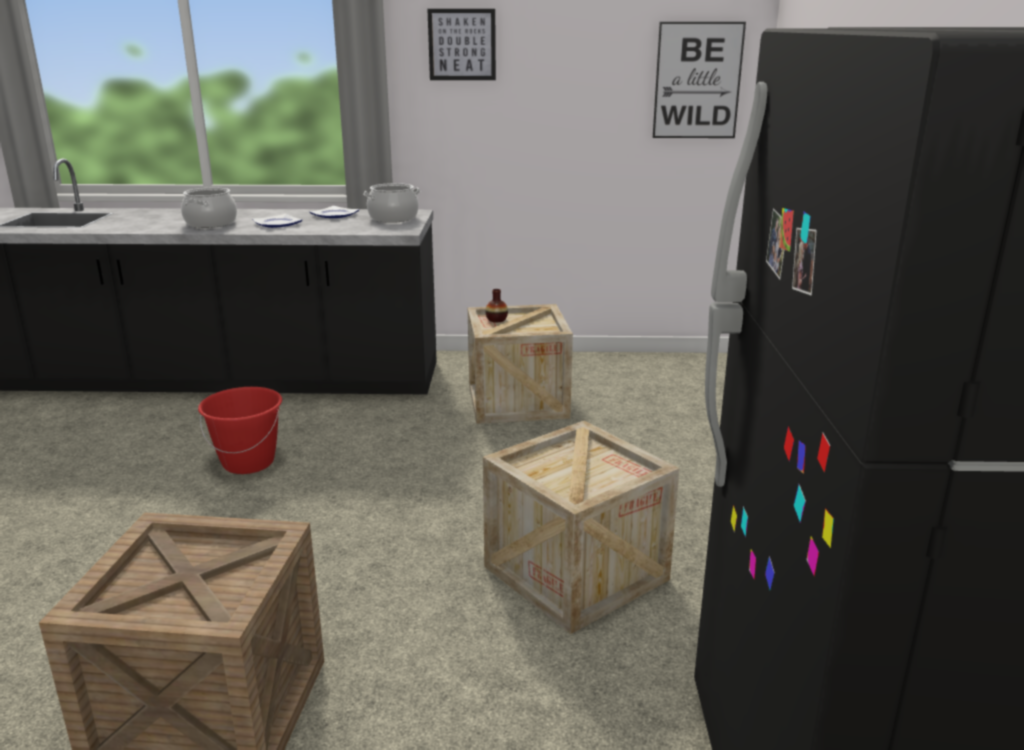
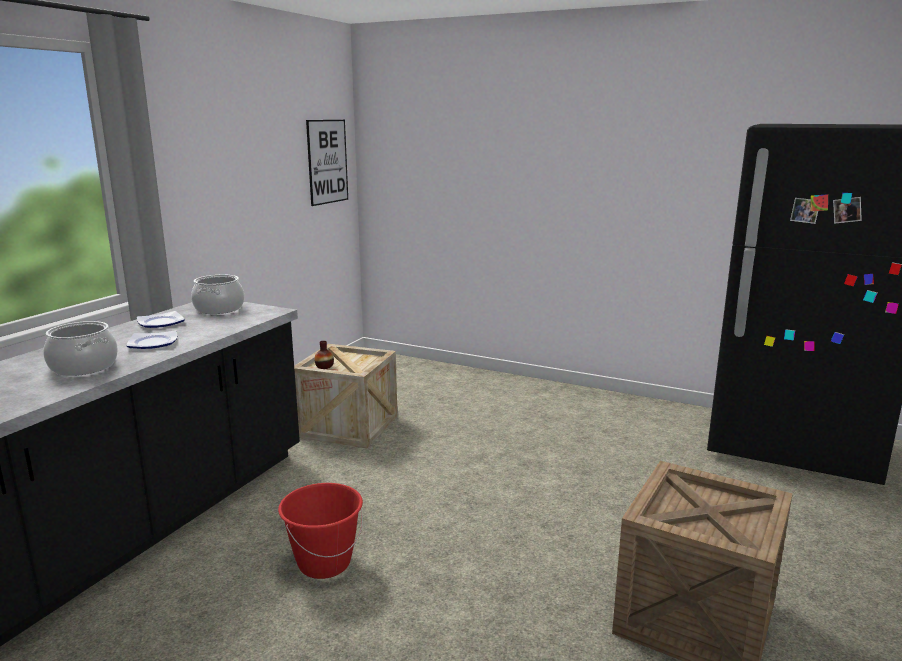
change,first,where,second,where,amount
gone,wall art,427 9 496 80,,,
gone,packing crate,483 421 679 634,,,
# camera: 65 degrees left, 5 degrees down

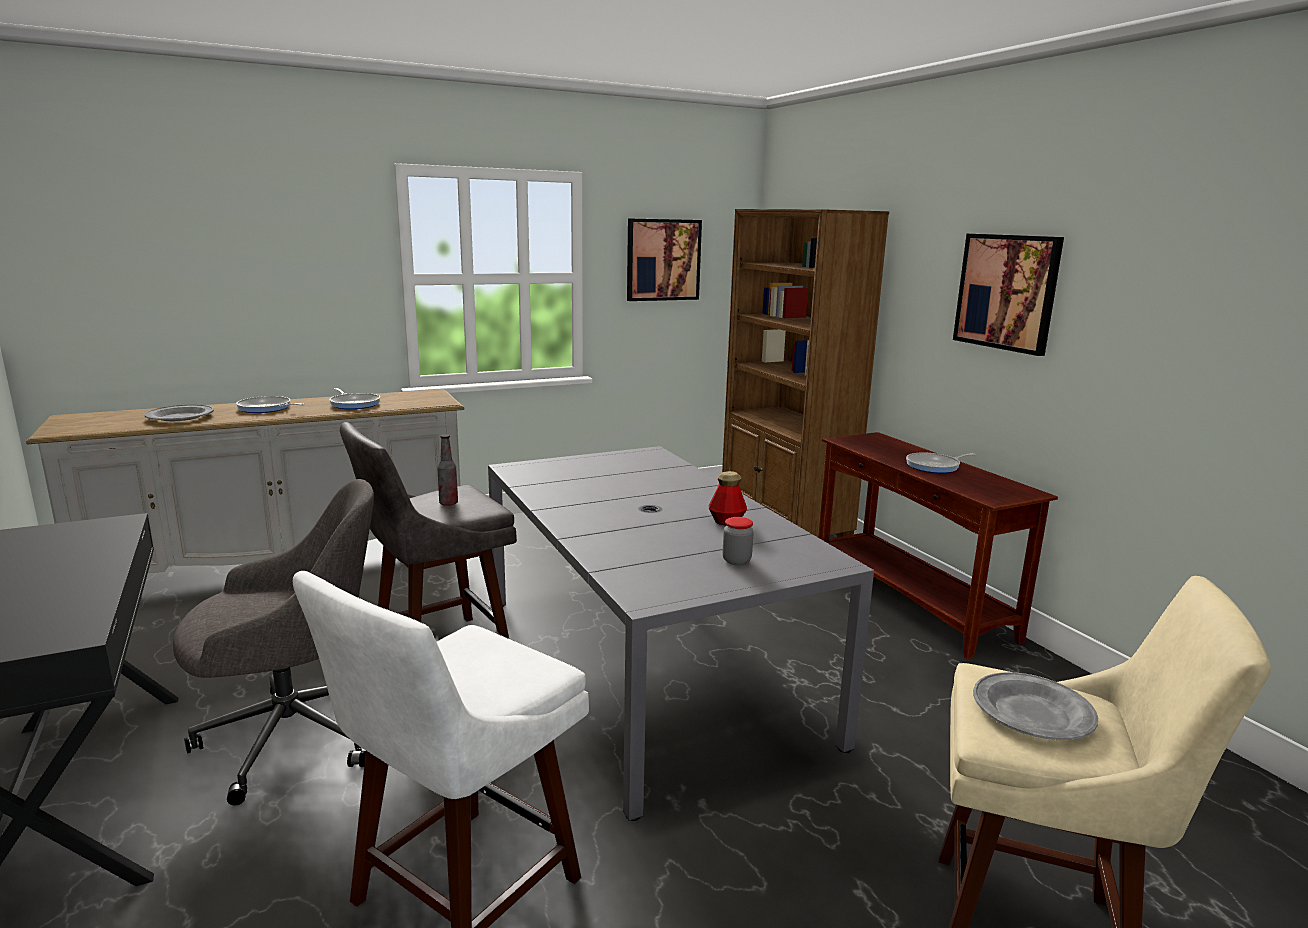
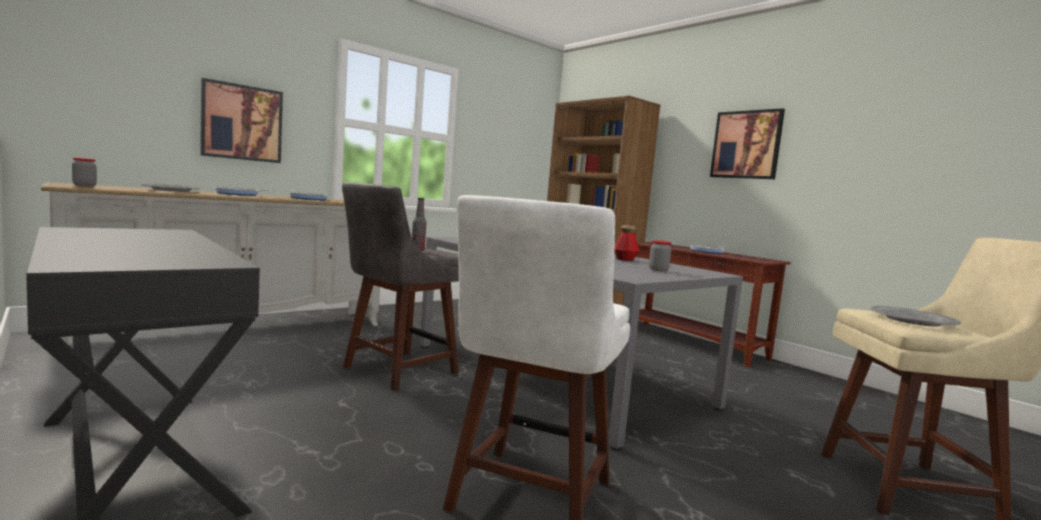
change,first,where,second,where,amount
gone,grey computer chair,173 479 374 805,,,
shifted,wall art,627 218 702 301,,200 78 283 163,
new,,,storage jar,72 157 97 187,
# camera: 15 degrees left, 10 degrees down

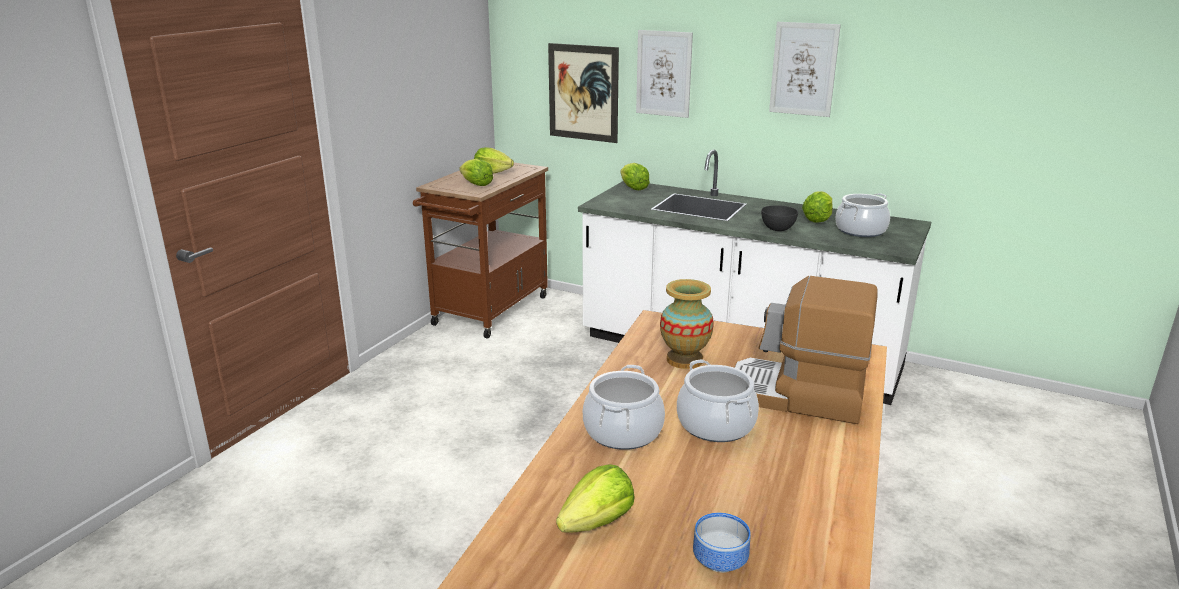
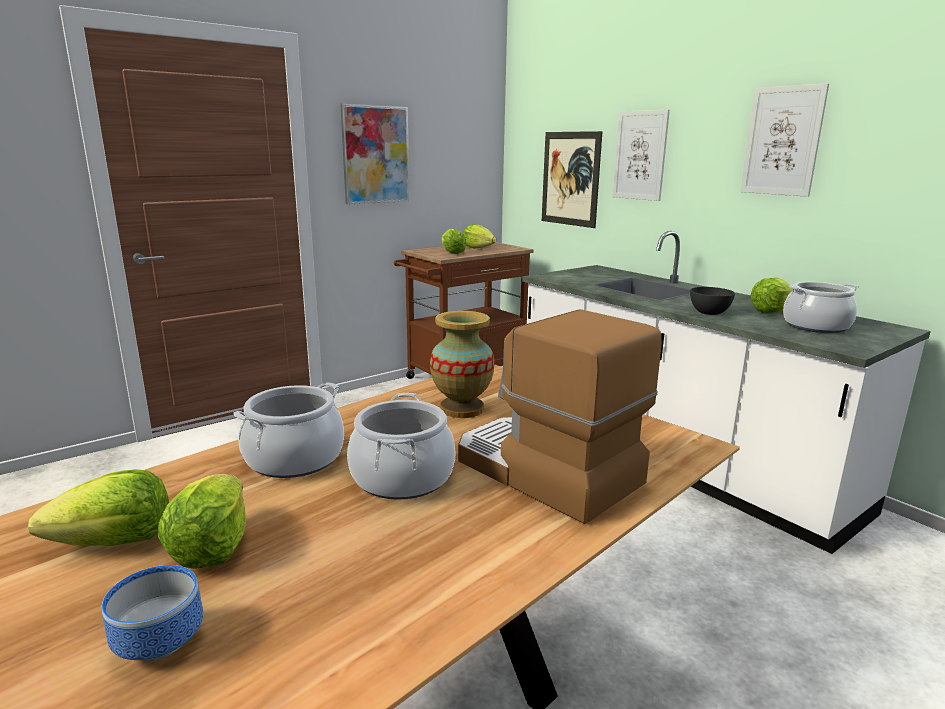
change,first,where,second,where,amount
shifted,lettuce head,620 163 650 190,,158 474 246 569,
new,,,wall art,340 104 410 204,
# camera: 25 degrees right, 5 degrees down

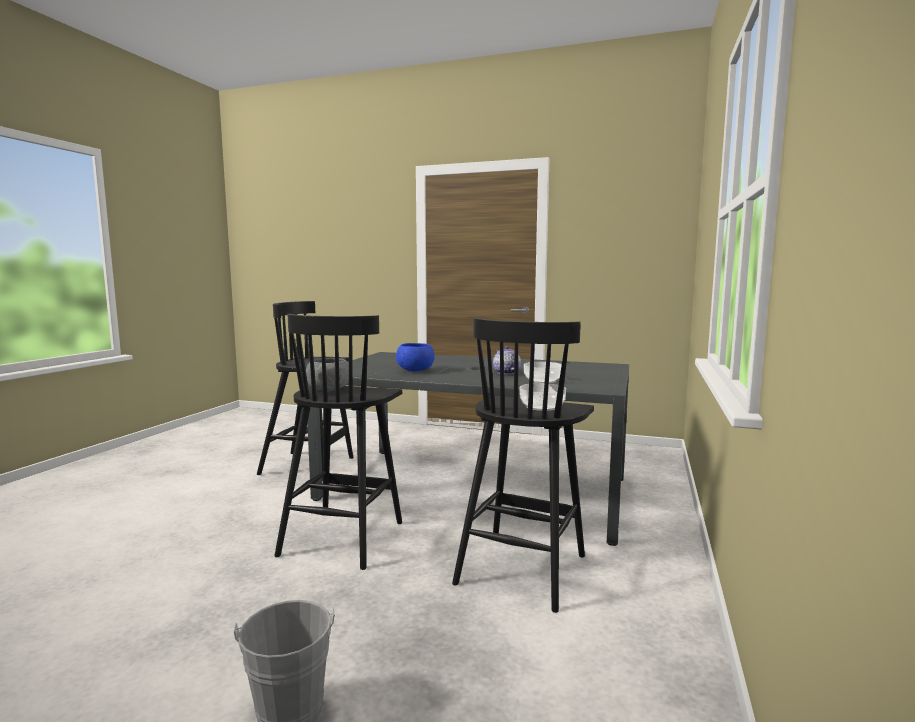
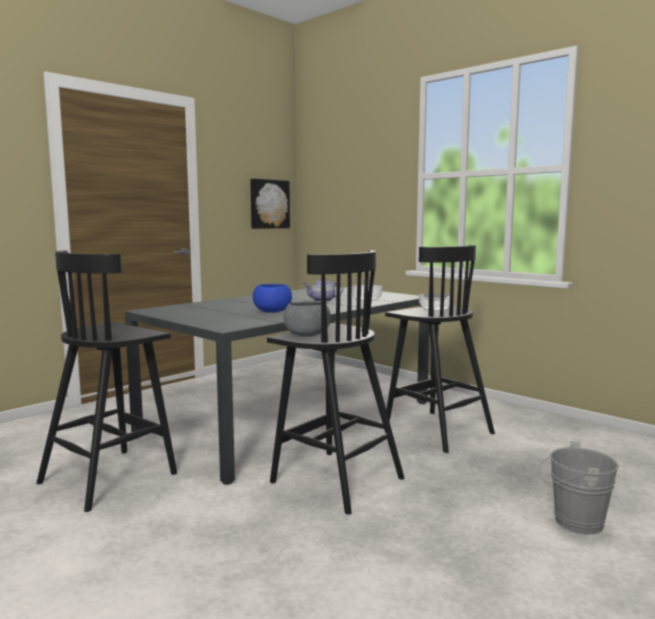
change,first,where,second,where,amount
new,,,wall art,250 179 290 229,
# camera: 65 degrees left, 0 degrees up

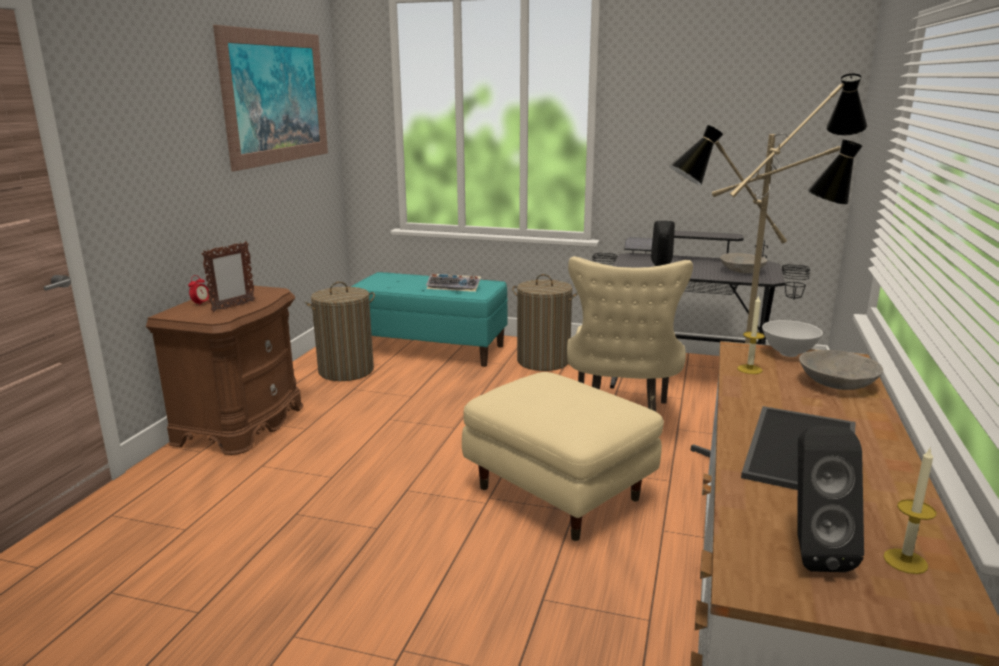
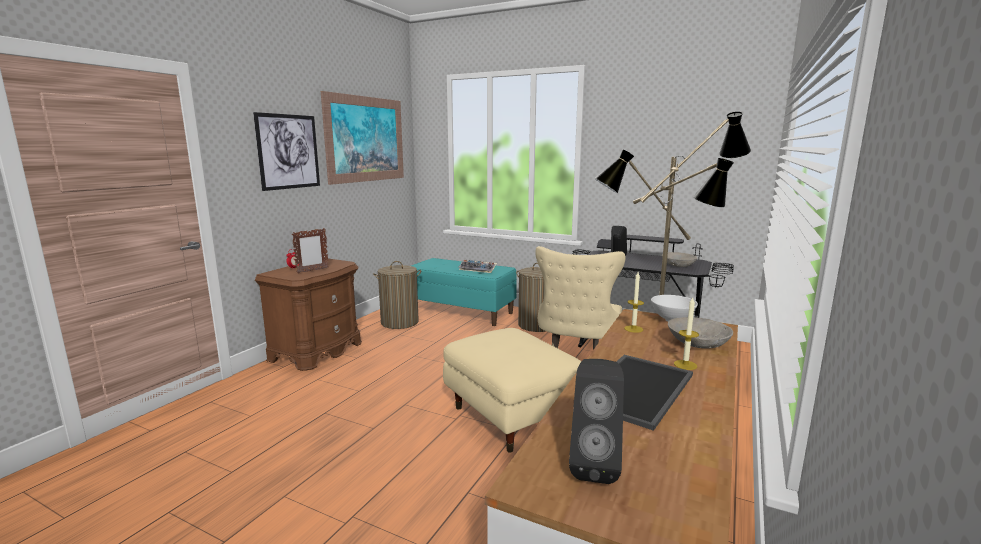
change,first,where,second,where,amount
shifted,wax light,884 447 937 574,,674 298 699 370,
new,,,wall art,253 112 320 191,
# camera: 10 degrees right, 5 degrees down

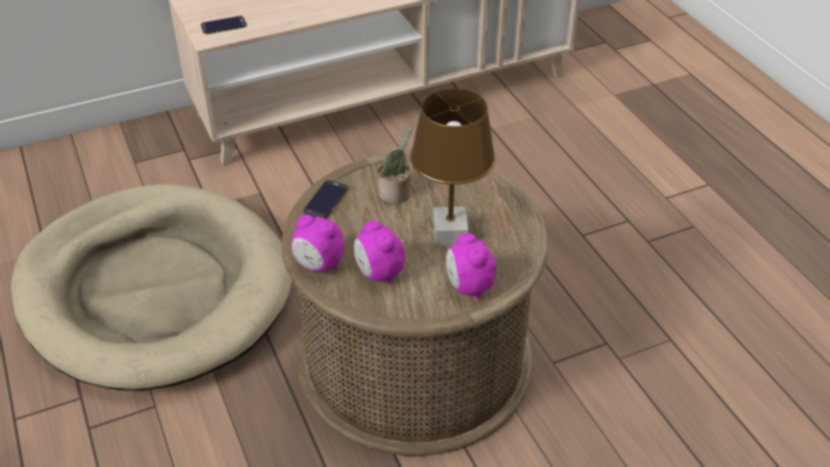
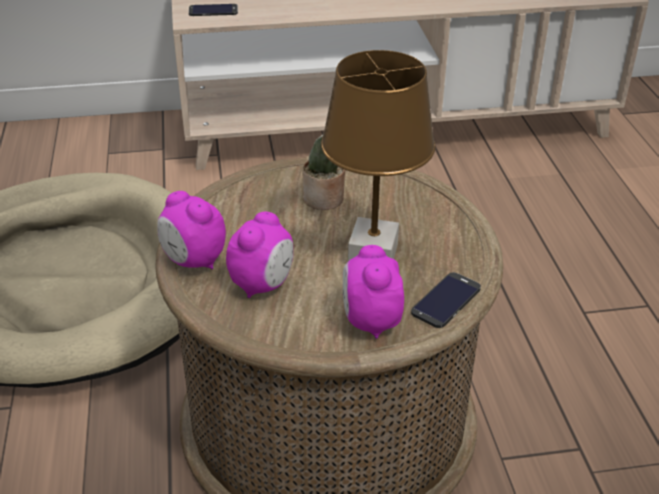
change,first,where,second,where,amount
shifted,phone,303 180 348 219,,411 272 481 328,
rotated,bedside clock,354 221 405 284,,226 212 293 298,135 degrees counterclockwise
# camera: 15 degrees right, 5 degrees down

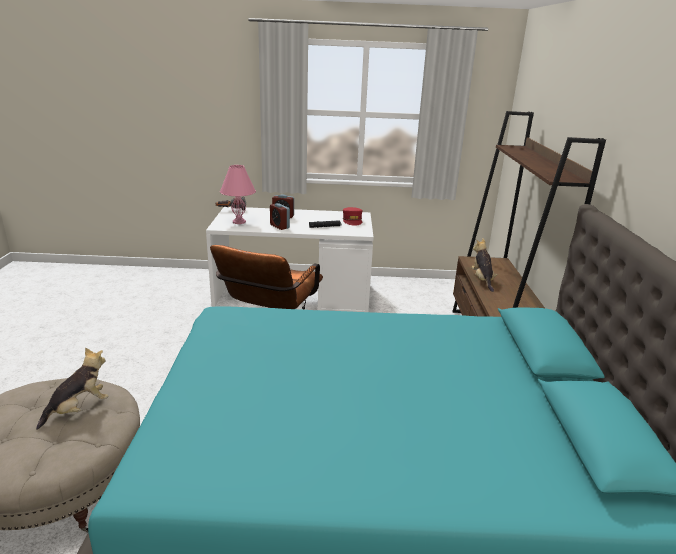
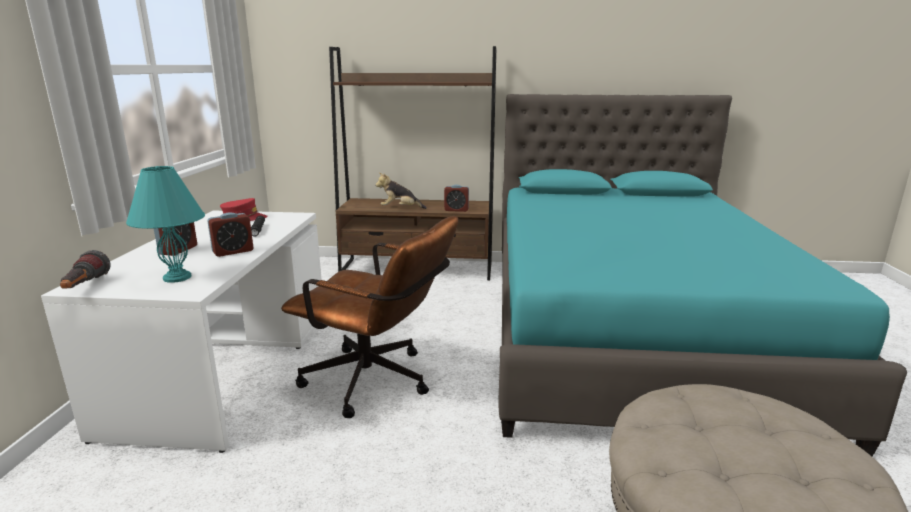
change,first,where,second,where,amount
gone,plush toy,36 347 108 430,,,
repainted,pink-coloured tabletop lamp,220 165 256 224,blue-green tabletop lamp,126 166 205 283,
new,,,bedside clock,444 184 469 212,
# camera: 85 degrees left, 5 degrees down

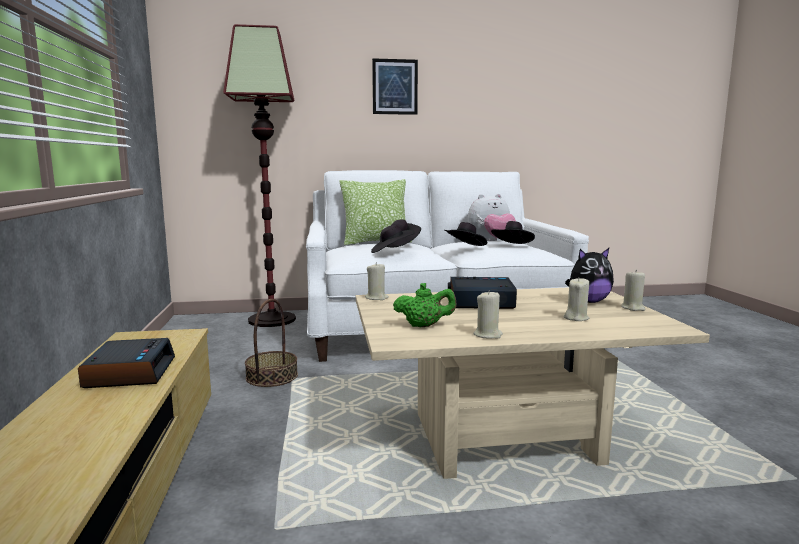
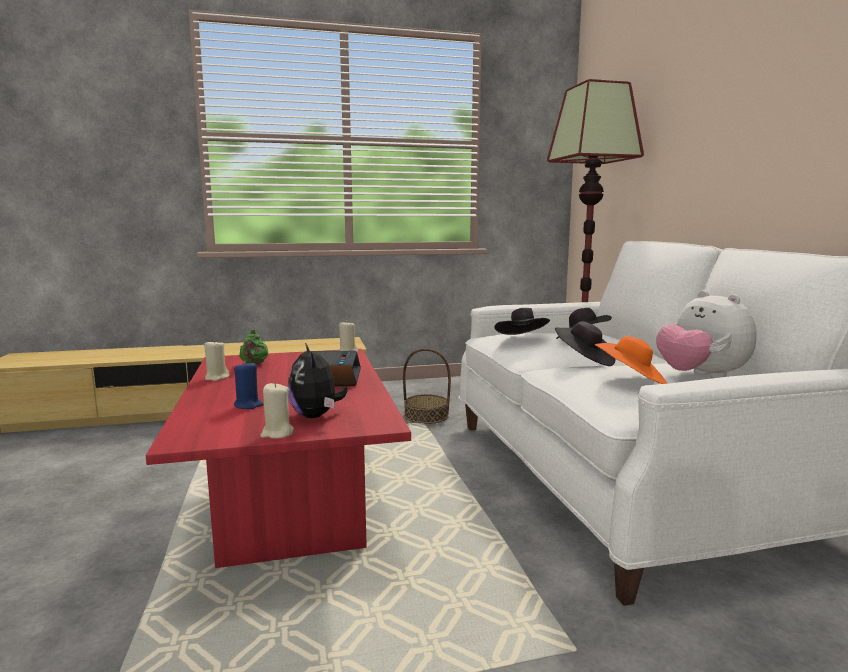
change,first,where,second,where,amount
gone,bedside clock,78 338 175 388,,,
gone,throw pillow,340 179 412 245,,,
repainted,beige lounge table,356 287 710 479,red lounge table,146 349 411 568,
gone,wall art,372 58 418 115,,,
repainted,black-coloured wearable hat,491 221 535 244,orange-coloured wearable hat,594 336 667 384,
repainted,beige wax light,564 277 589 321,blue-coloured wax light,234 361 263 409,
# camera: 85 degrees right, 0 degrees up

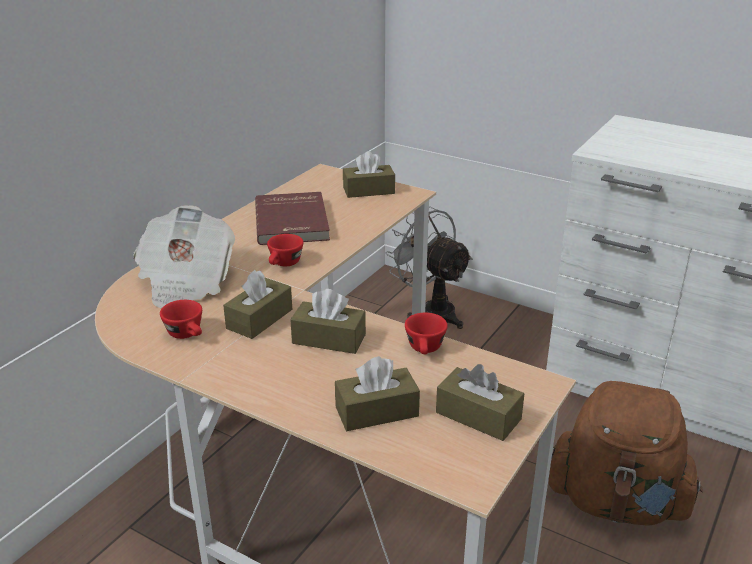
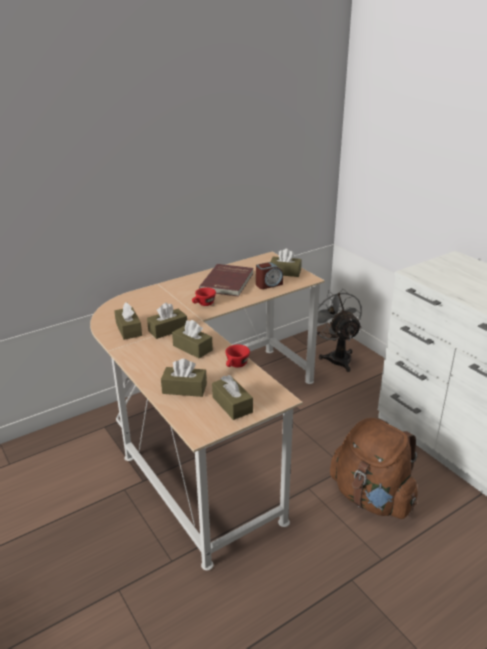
change,first,where,second,where,amount
gone,newspaper,134 205 235 308,,,
swapped,red drinking cup,160 300 202 339,brown tissue box,114 302 142 340,
new,,,bedside clock,256 262 283 289,
# camera: 25 degrees right, 0 degrees up

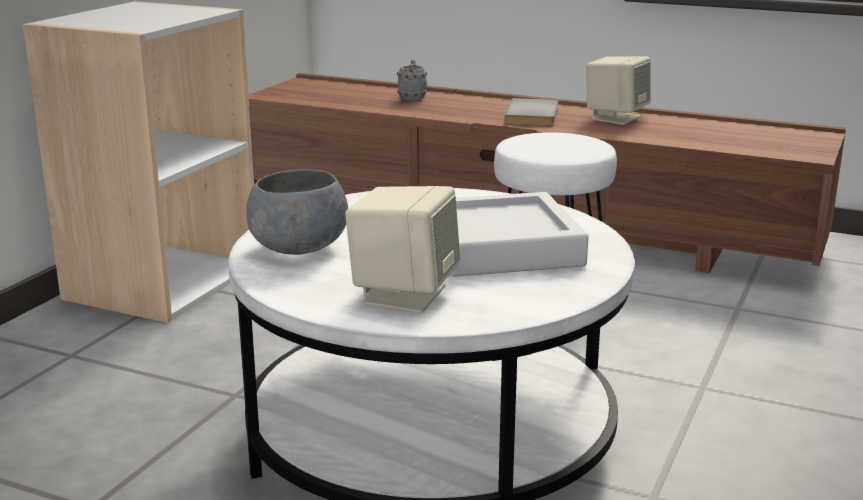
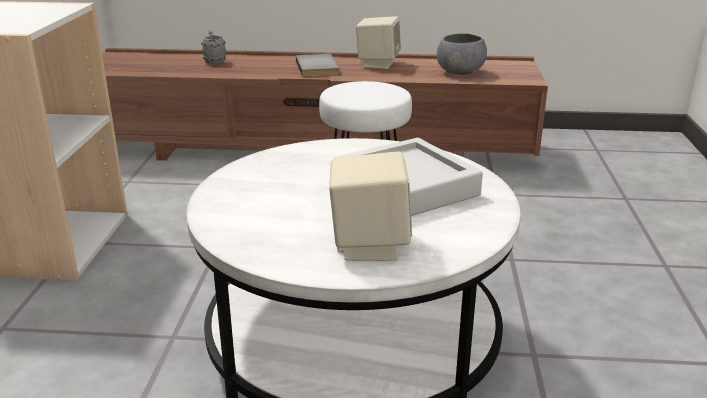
change,first,where,second,where,amount
shifted,grey bowl,246 169 348 255,,437 34 487 75,
# camera: 20 degrees left, 5 degrees up

